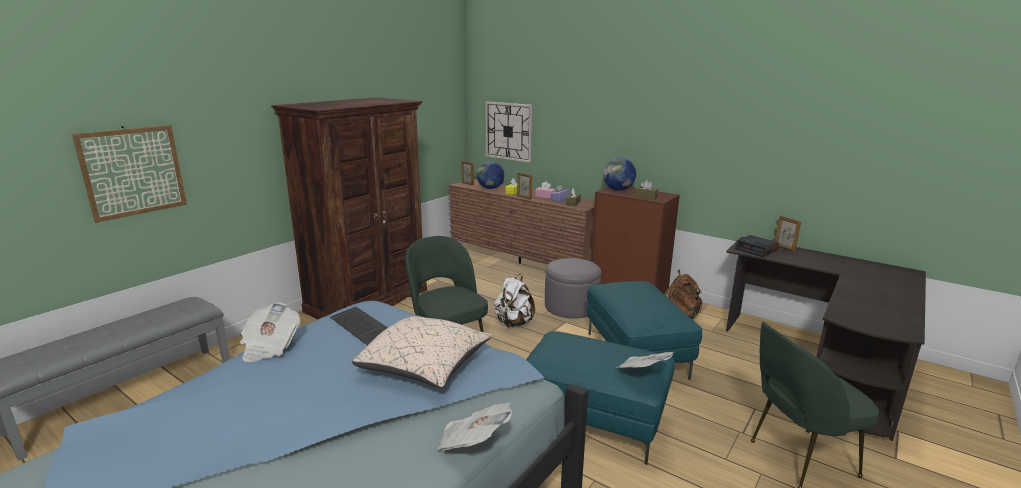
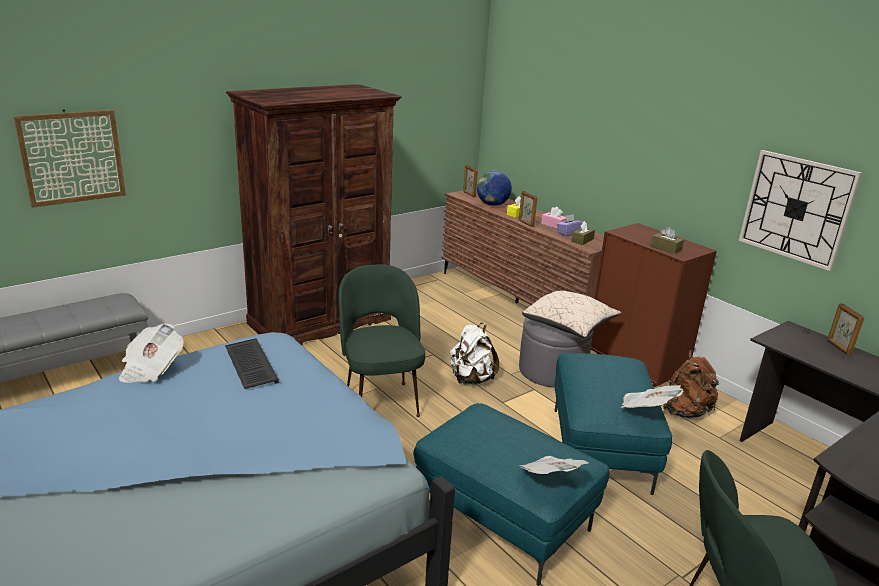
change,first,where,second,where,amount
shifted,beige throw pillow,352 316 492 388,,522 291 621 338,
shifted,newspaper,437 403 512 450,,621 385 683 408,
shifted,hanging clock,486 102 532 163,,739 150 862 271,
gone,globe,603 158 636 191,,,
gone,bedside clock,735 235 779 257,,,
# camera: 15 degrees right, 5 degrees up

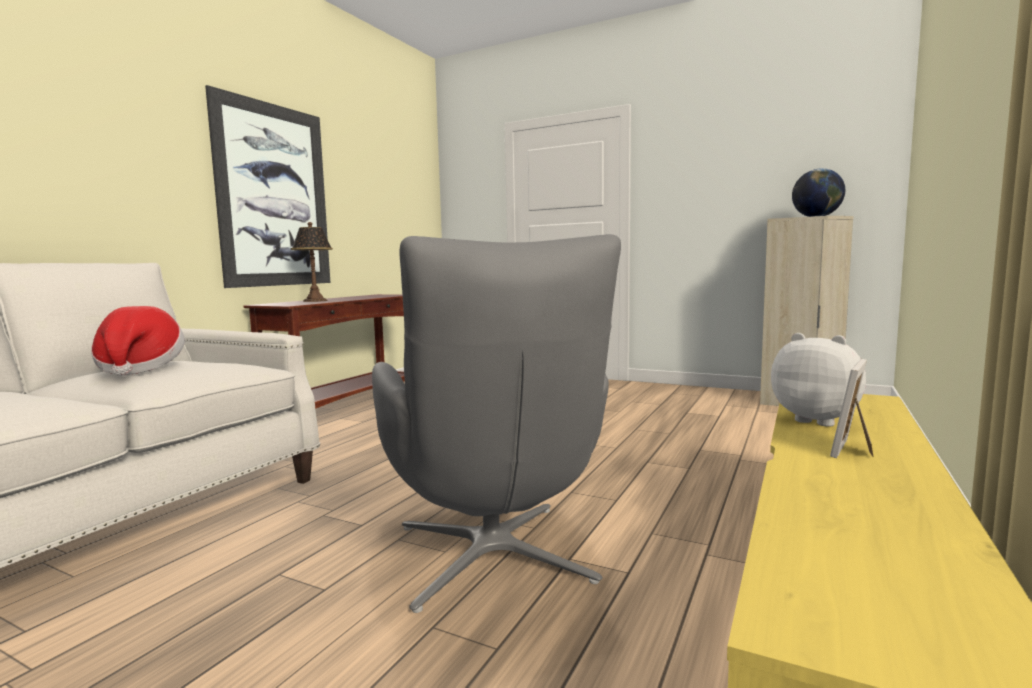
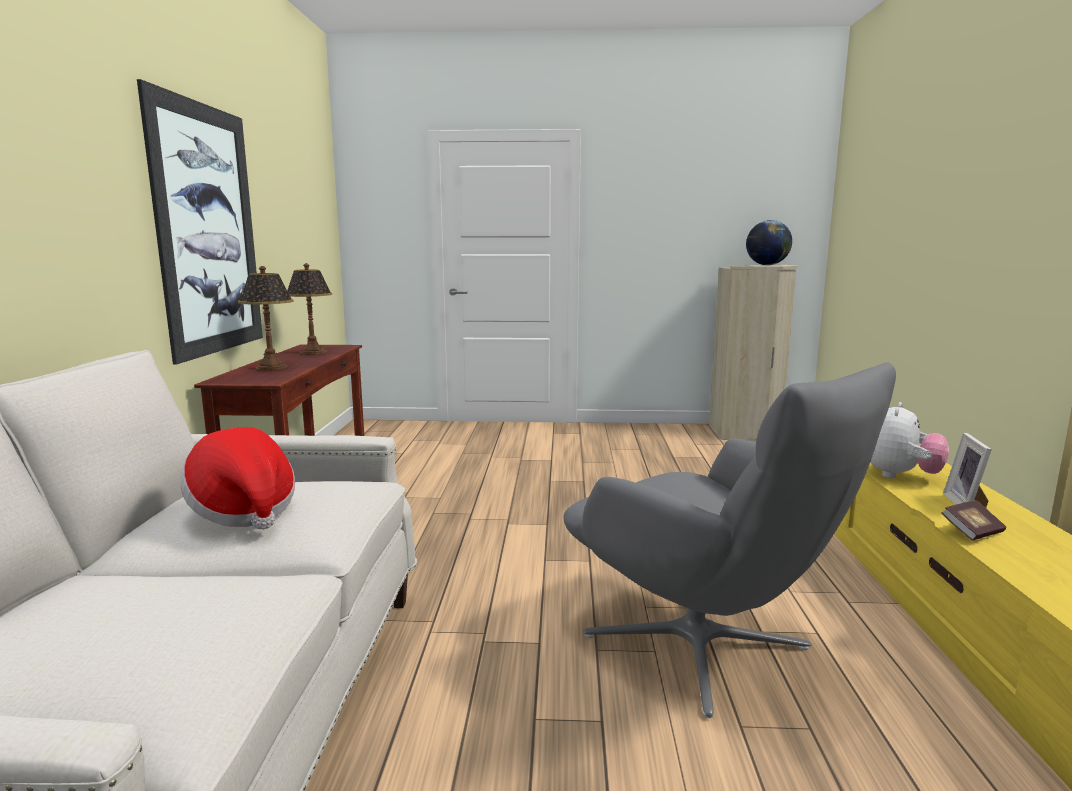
change,first,where,second,where,amount
rotated,plush toy,771 333 866 427,,870 402 949 479,105 degrees clockwise
new,,,tabletop lamp,287 263 332 355,
new,,,book,942 500 1006 540,
# camera: 25 degrees left, 5 degrees up

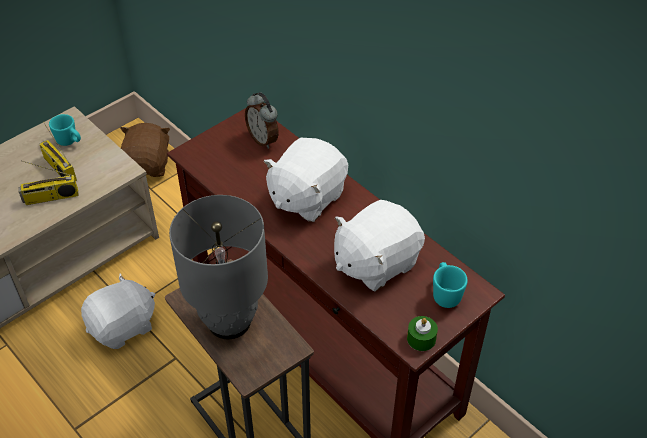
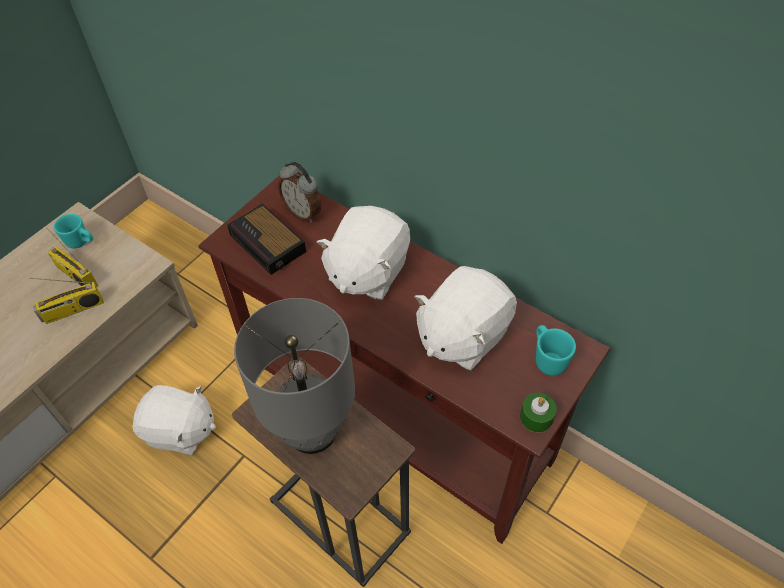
change,first,where,second,where,amount
rotated,whitish plush toy,81 273 155 349,,132 385 216 455,60 degrees clockwise
gone,brown plush toy,120 123 170 177,,,
new,,,bedside clock,227 204 306 275,
# camera: 10 degrees left, 5 degrees up

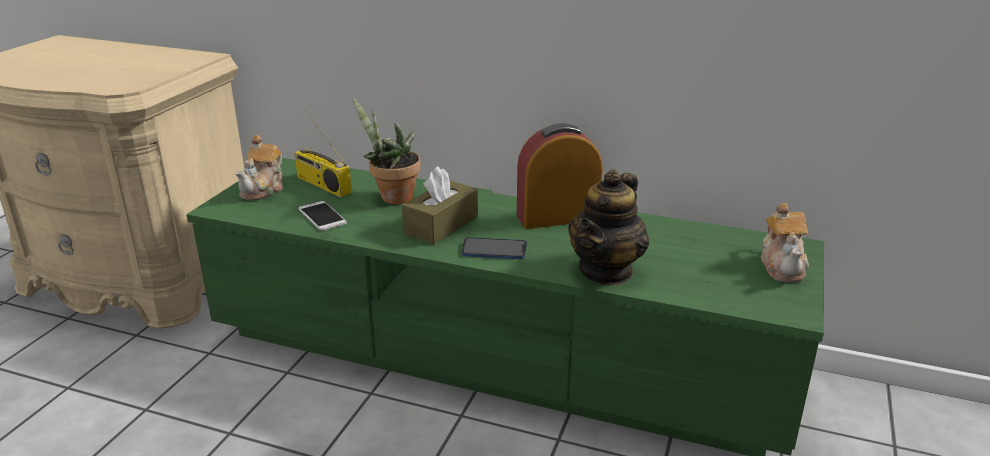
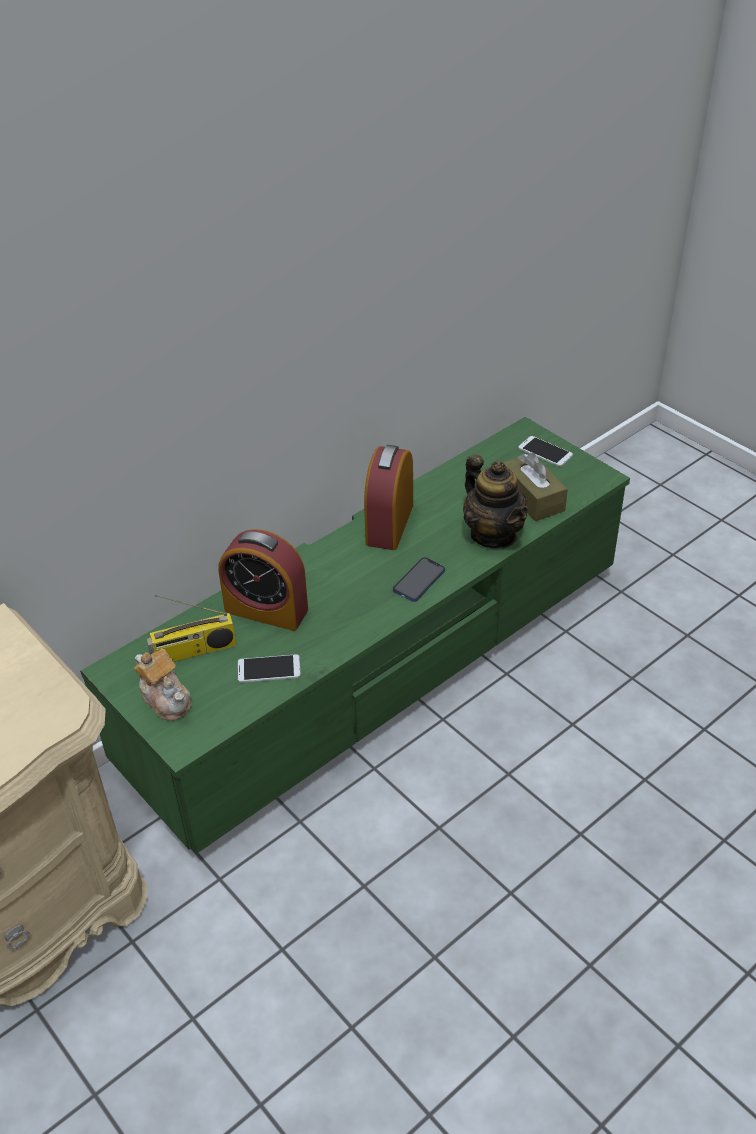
change,first,where,second,where,amount
swapped,plant in a pot,352 97 421 204,bedside clock,218 529 308 631,
shifted,brown tissue box,402 166 478 244,,504 453 568 521,
swapped,teapot,761 203 809 283,phone,518 436 573 467,
# camera: 60 degrees left, 15 degrees up

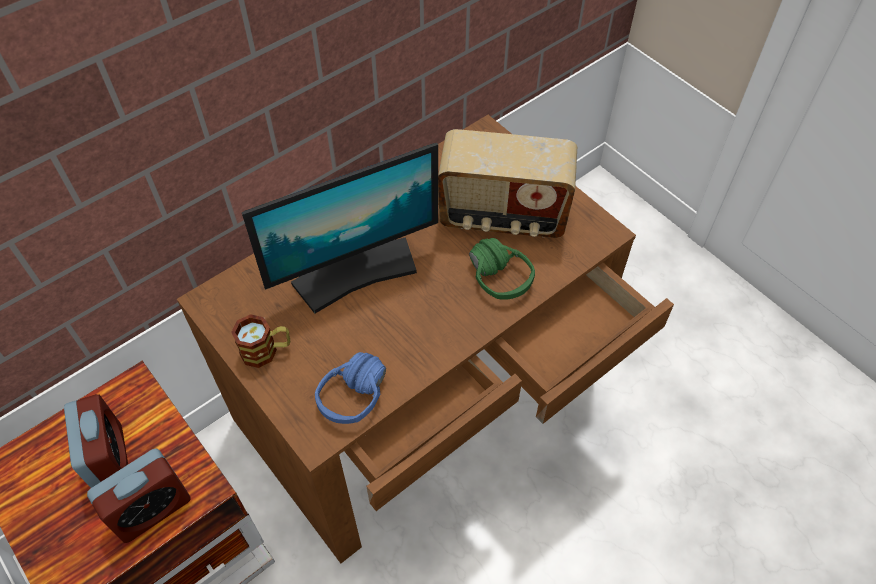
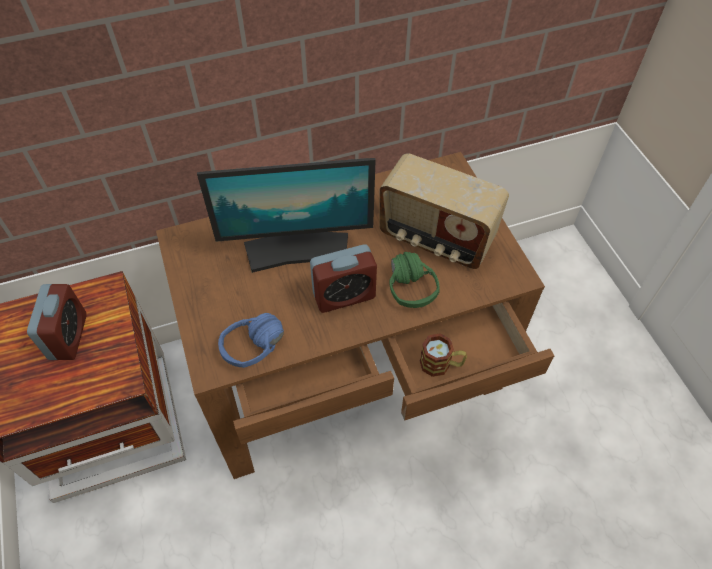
change,first,where,second,where,amount
shifted,bedside clock,87 448 191 543,,310 244 377 313,
shifted,mug,231 314 290 368,,420 333 467 377,
# camera: 20 degrees right, 0 degrees up

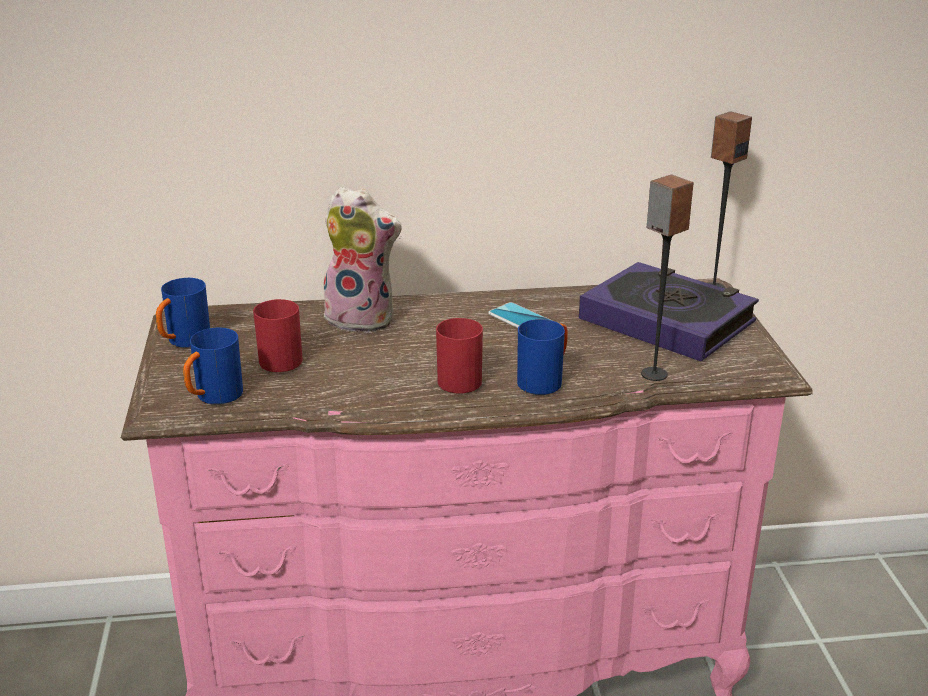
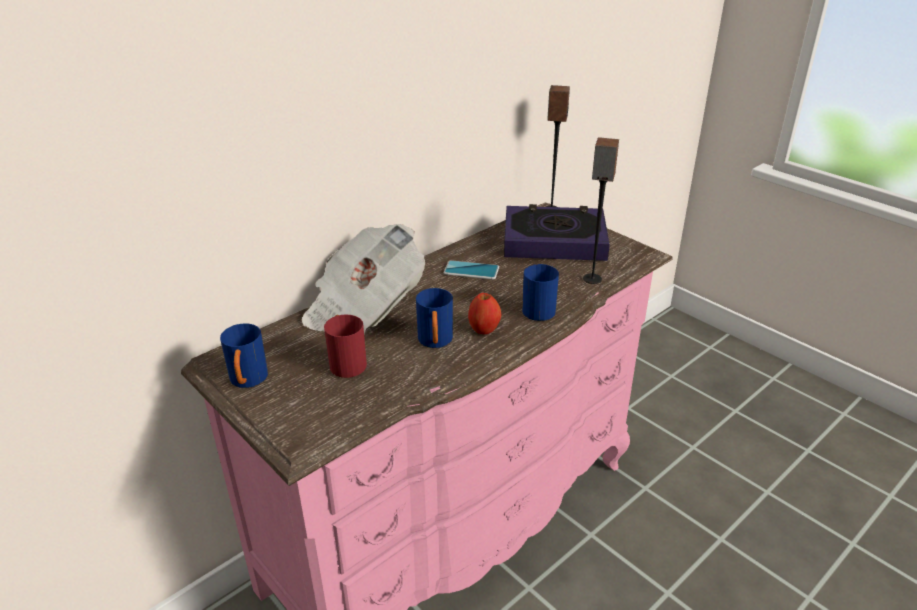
change,first,where,second,where,amount
shifted,blue-coloured mug,183 328 243 404,,416 288 453 348,
swapped,plush toy,318 186 402 333,newspaper,301 224 425 334,
swapped,red mug,436 318 483 394,apple fruit,468 293 502 334,
# camera: 35 degrees left, 5 degrees up

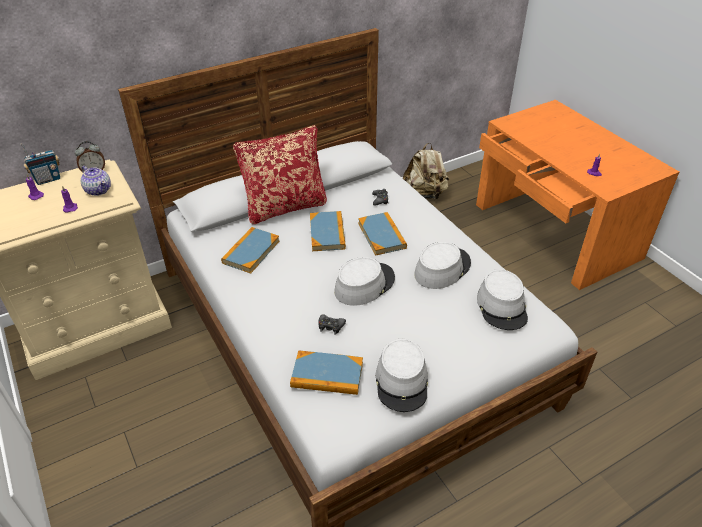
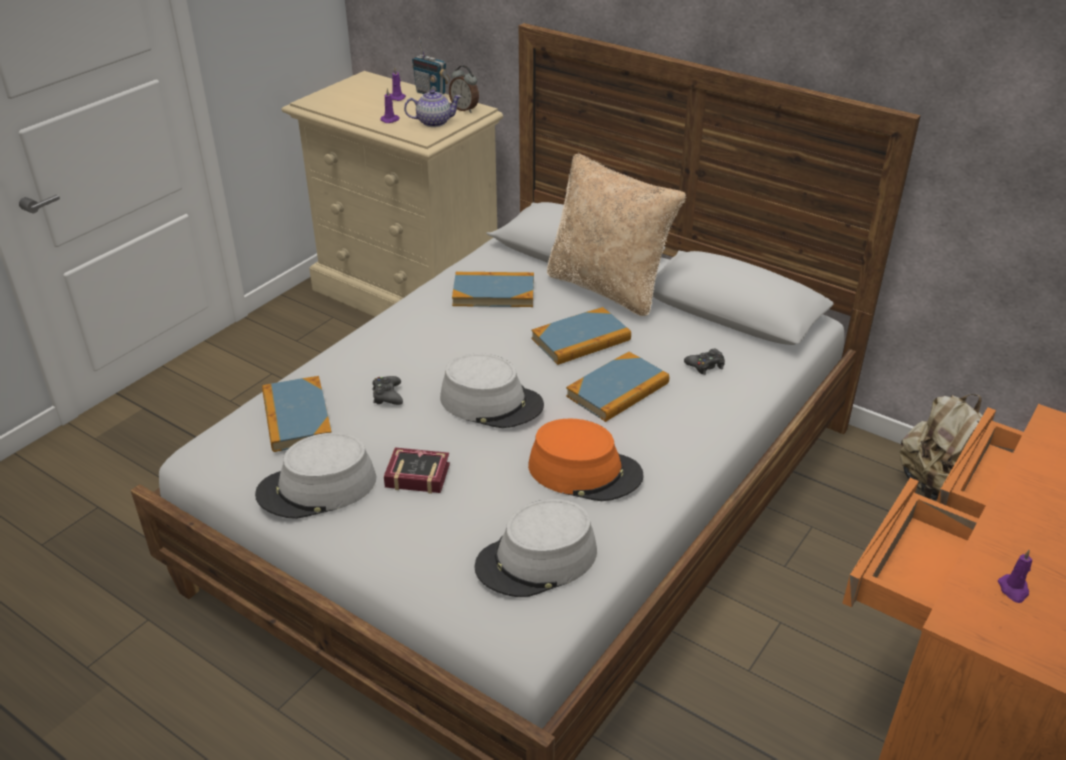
change,first,where,second,where,amount
rotated,teapot,81 166 111 196,,404 89 462 127,120 degrees counterclockwise
repainted,red throw pillow,233 125 327 224,beige throw pillow,547 153 686 317,
repainted,grey wearable hat,414 242 471 289,orange-coloured wearable hat,528 418 644 501,
new,,,book,384 448 450 494,
# camera: 65 degrees right, 5 degrees down

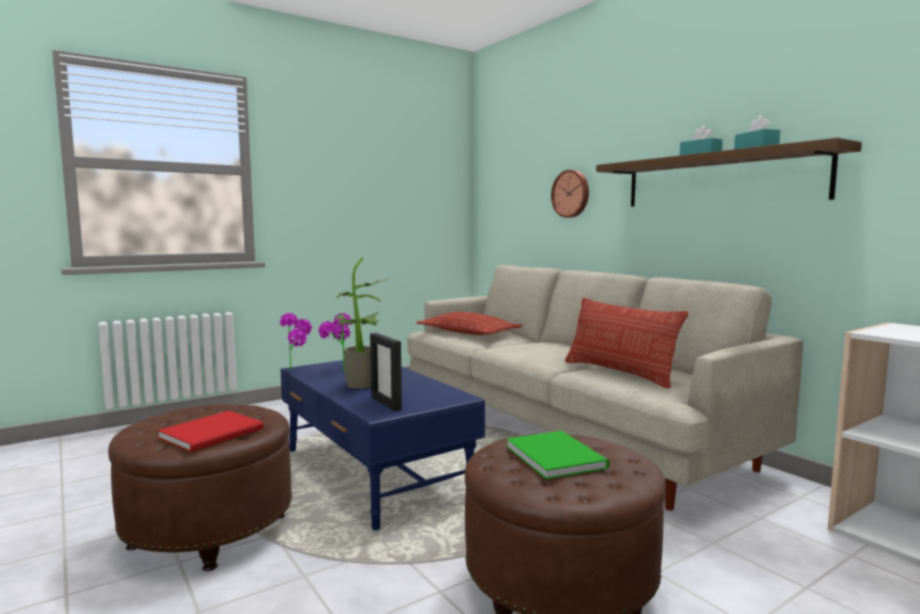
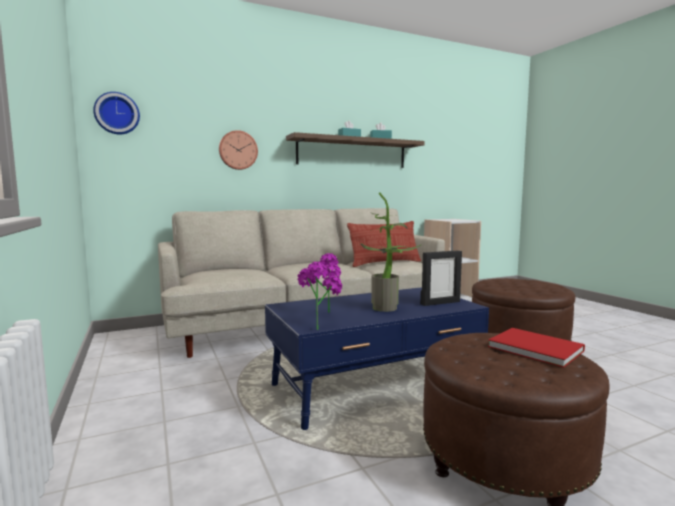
change,first,where,second,where,amount
gone,throw pillow,416 312 523 335,,,
gone,greenish book,506 431 609 479,,,
new,,,hanging clock,93 92 140 134,
# camera: 80 degrees left, 0 degrees up

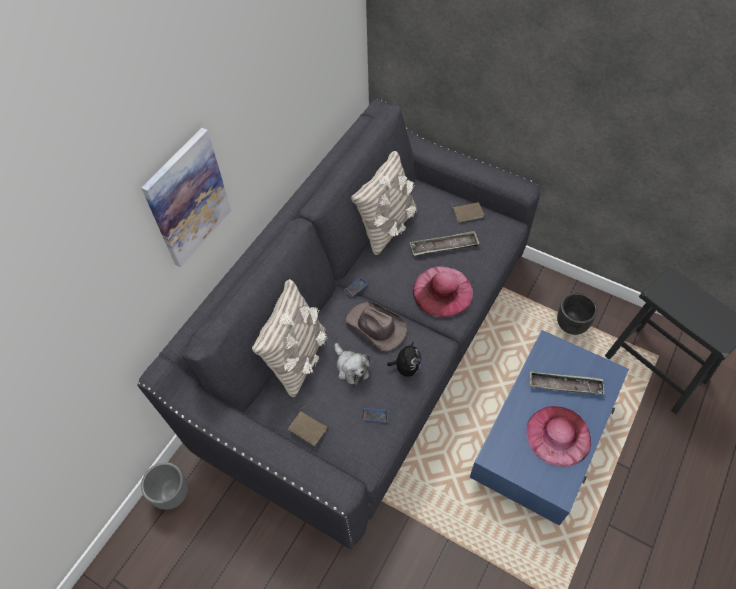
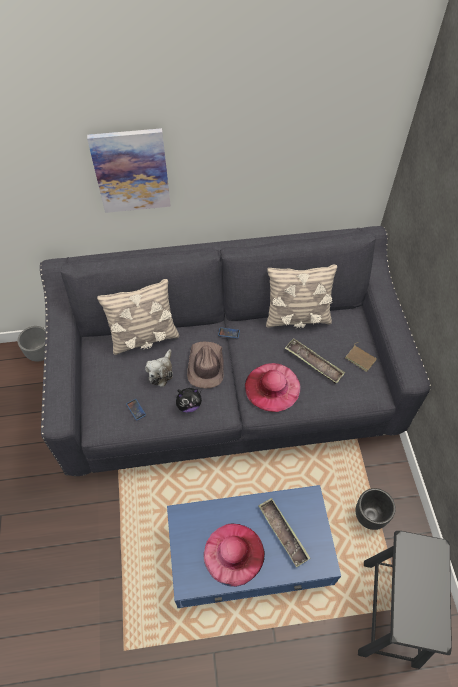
change,first,where,second,where,amount
gone,brown book,288 406 327 446,,,
# camera: 50 degrees right, 0 degrees up

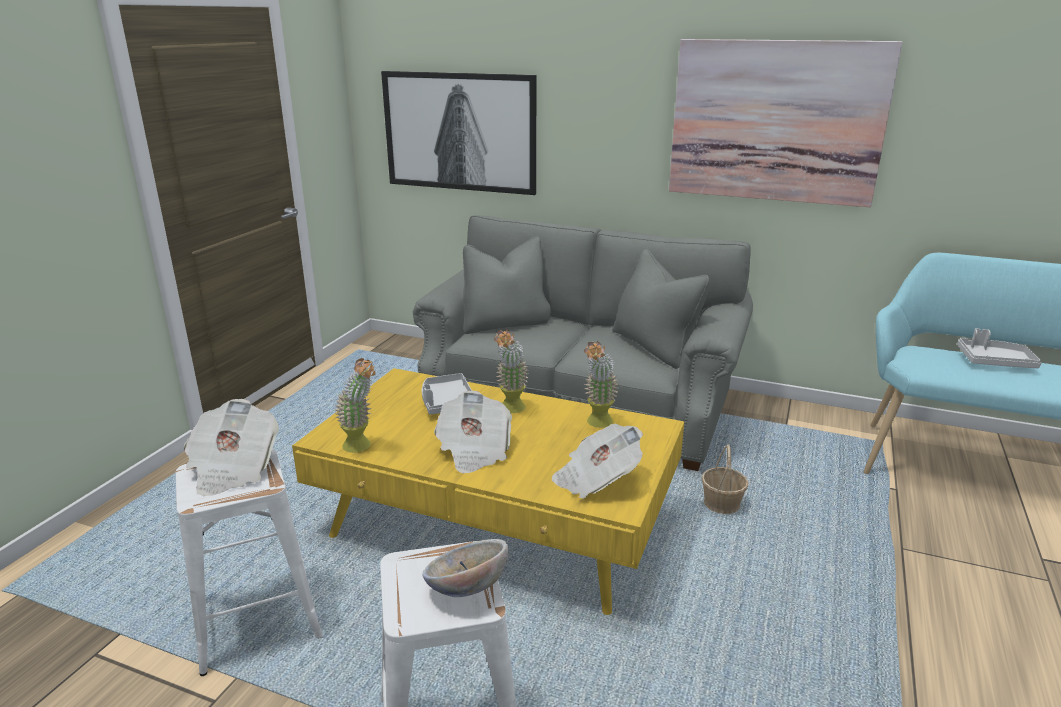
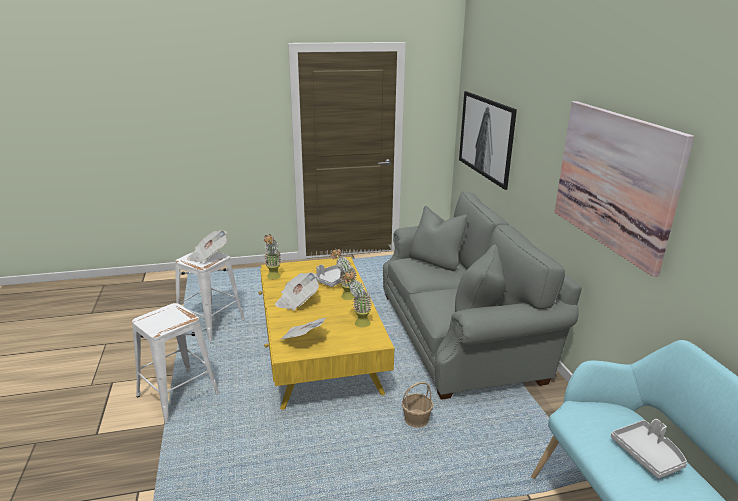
change,first,where,second,where,amount
gone,bowl,422 539 509 597,,,
# camera: 55 degrees right, 0 degrees up

